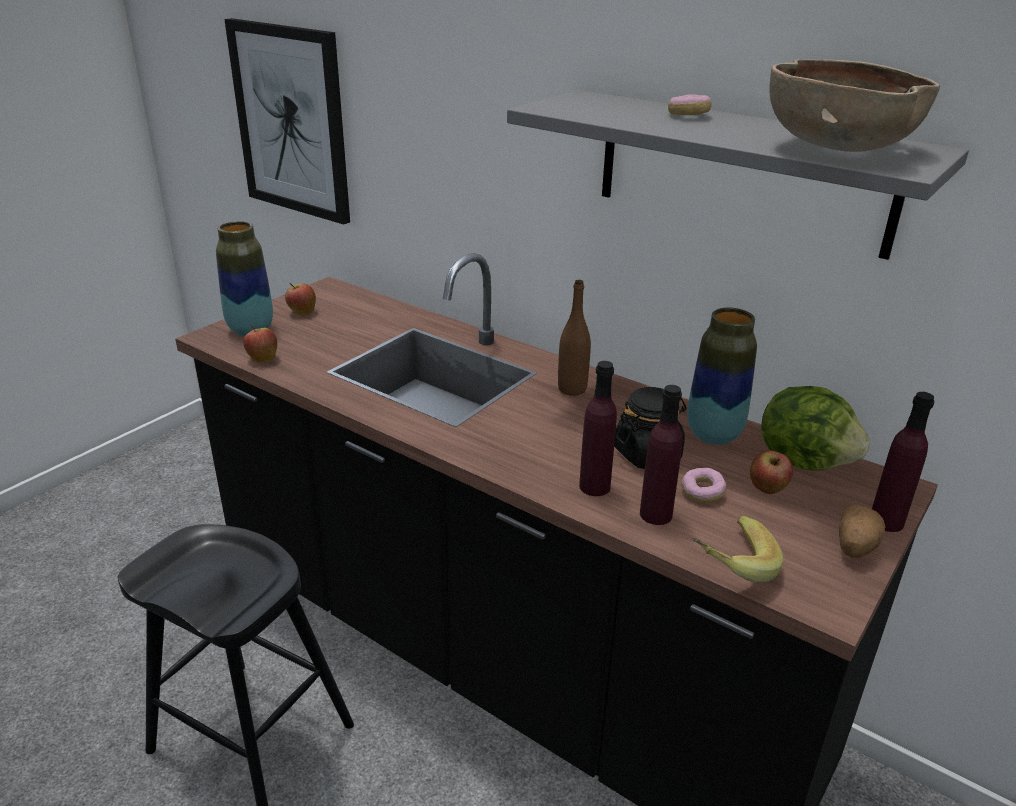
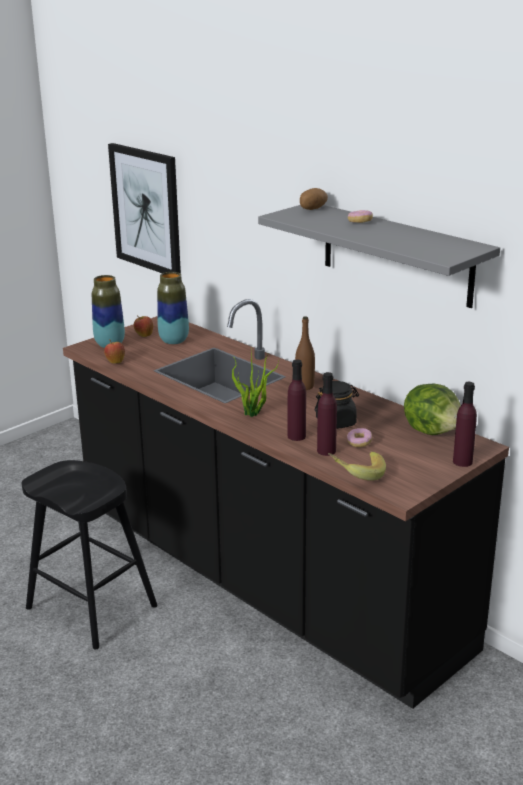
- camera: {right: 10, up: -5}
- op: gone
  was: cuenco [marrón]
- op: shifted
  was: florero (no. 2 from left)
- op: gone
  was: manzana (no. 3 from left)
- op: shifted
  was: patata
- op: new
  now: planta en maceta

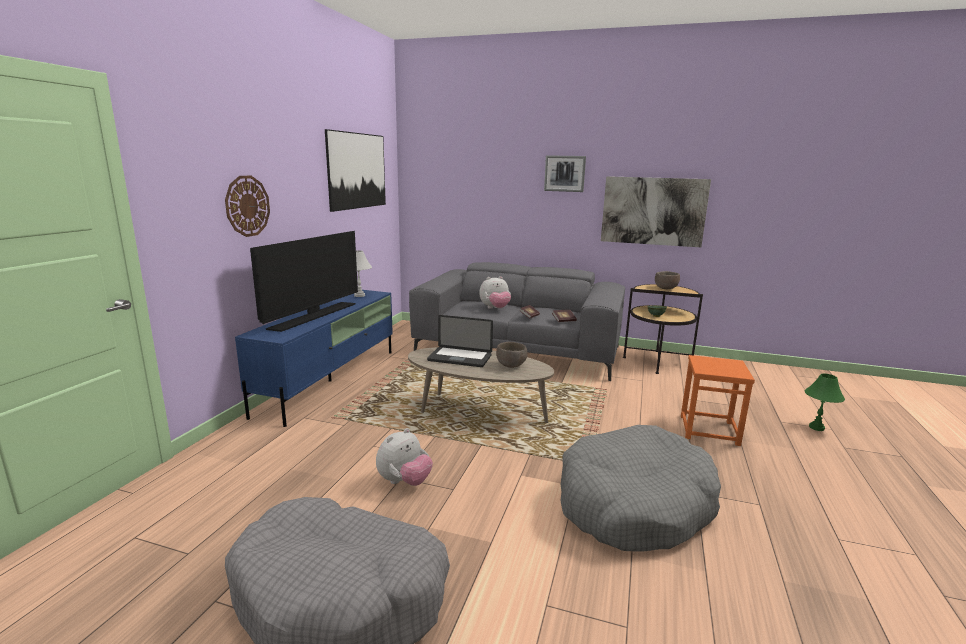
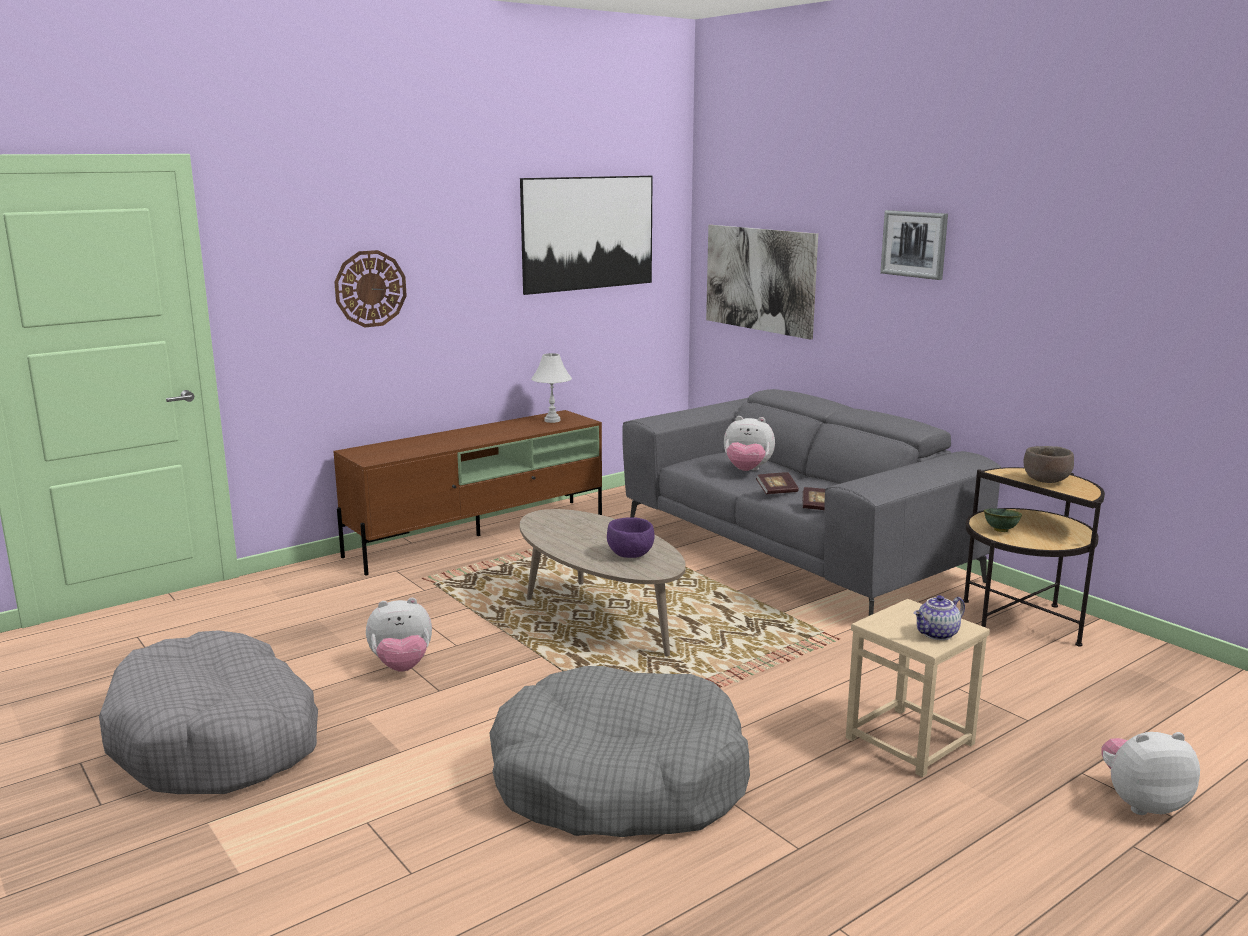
- camera: {right: 35, up: 0}
- op: shifted
  was: cuadro (no. 3 from left in the first image)
  now: cuadro (no. 2 from left)
- op: gone
  was: televisor
- op: repainted
  was: mueble de televisión [azul]
  now: mueble de televisión [marrón]
- op: gone
  was: portátil
- op: repainted
  was: cuenco [marrón] (no. 1 from left)
  now: cuenco [morado]
- op: repainted
  was: taburete [naranja]
  now: taburete [beis]
- op: swapped
  was: lámpara de mesa [verde]
  now: peluche (no. 3 from left)
- op: new
  now: tetera

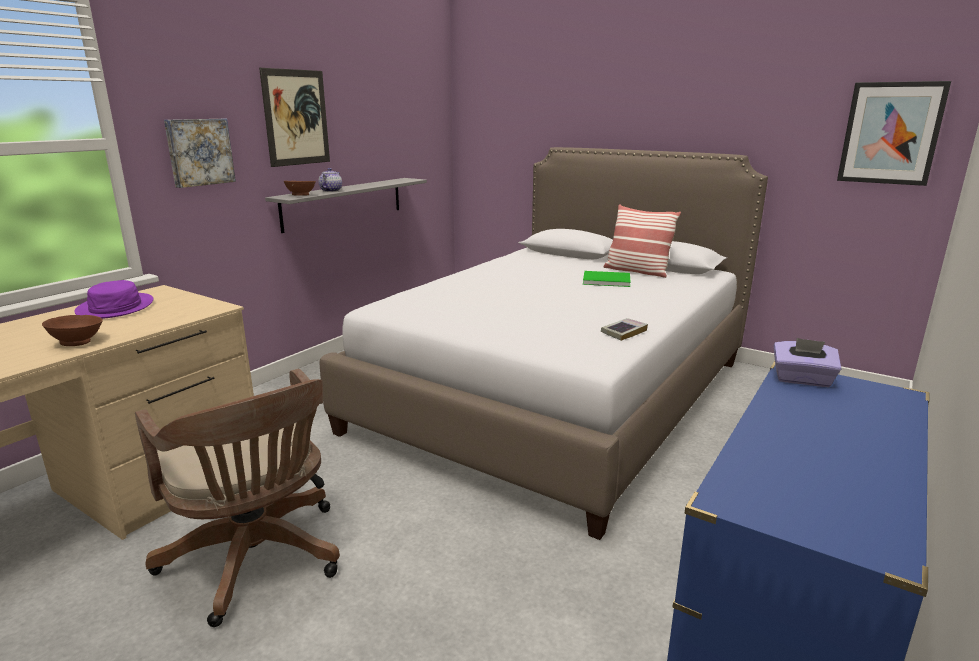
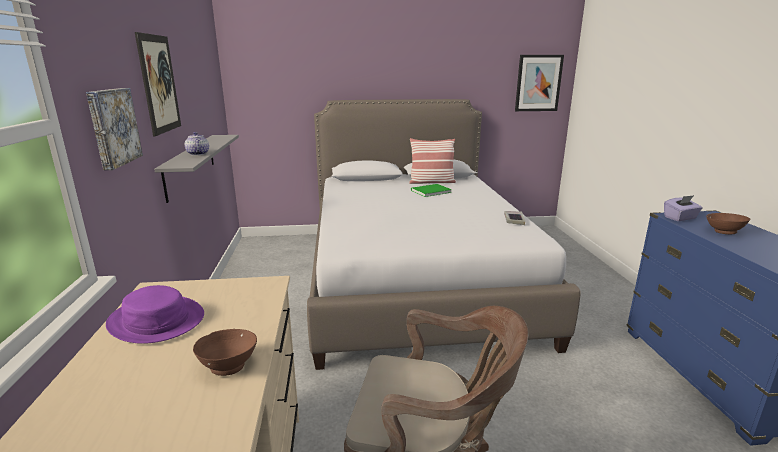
- camera: {right: -40, up: 0}
- op: shifted
  was: cuenco [marrón] (no. 2 from left)

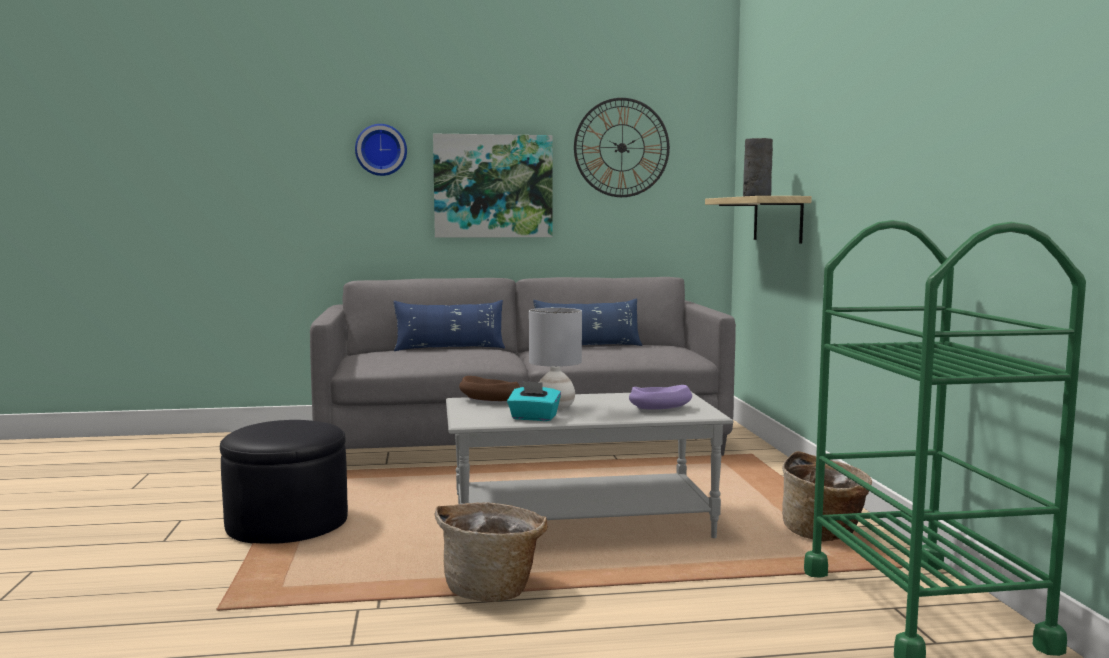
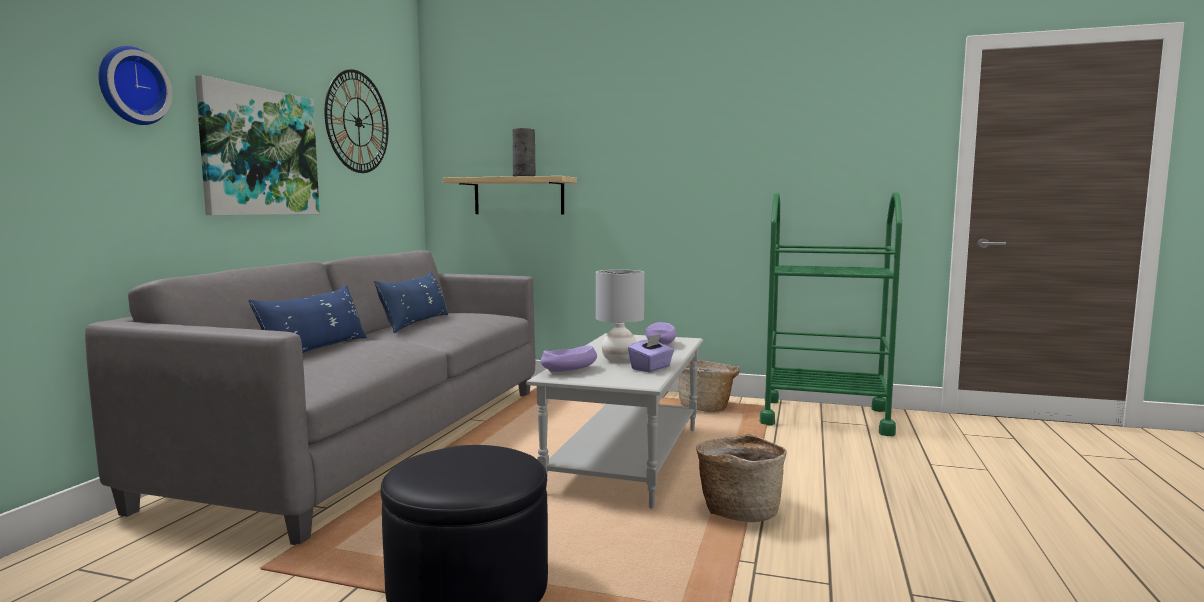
- camera: {right: -65, up: 0}
- op: repainted
  was: cuenco [marrón]
  now: cuenco [morado] (no. 1 from left)
- op: repainted
  was: caja de pañuelos [turquesa]
  now: caja de pañuelos [morado]

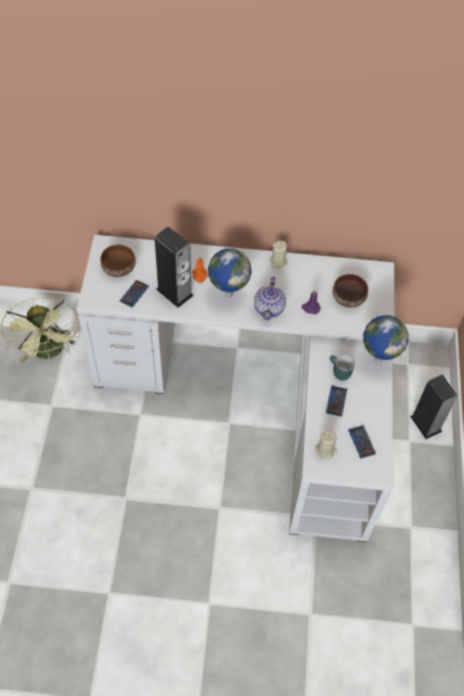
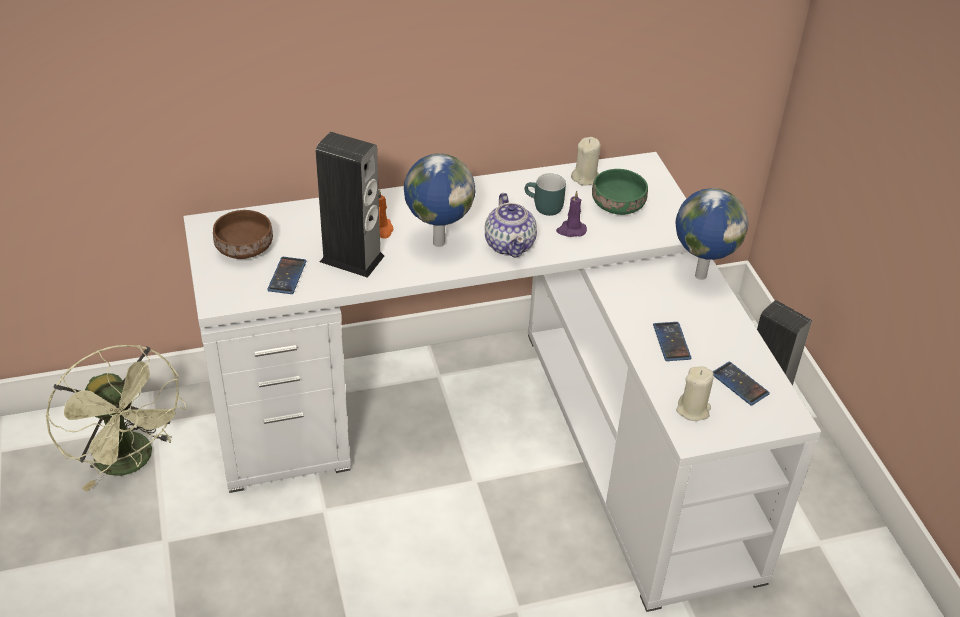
- camera: {right: -20, up: -15}
- op: shifted
  was: vela [beis] (no. 1 from left)
- op: repainted
  was: cuenco [marrón] (no. 2 from left)
  now: cuenco [verde]
- op: shifted
  was: taza grande [turquesa]

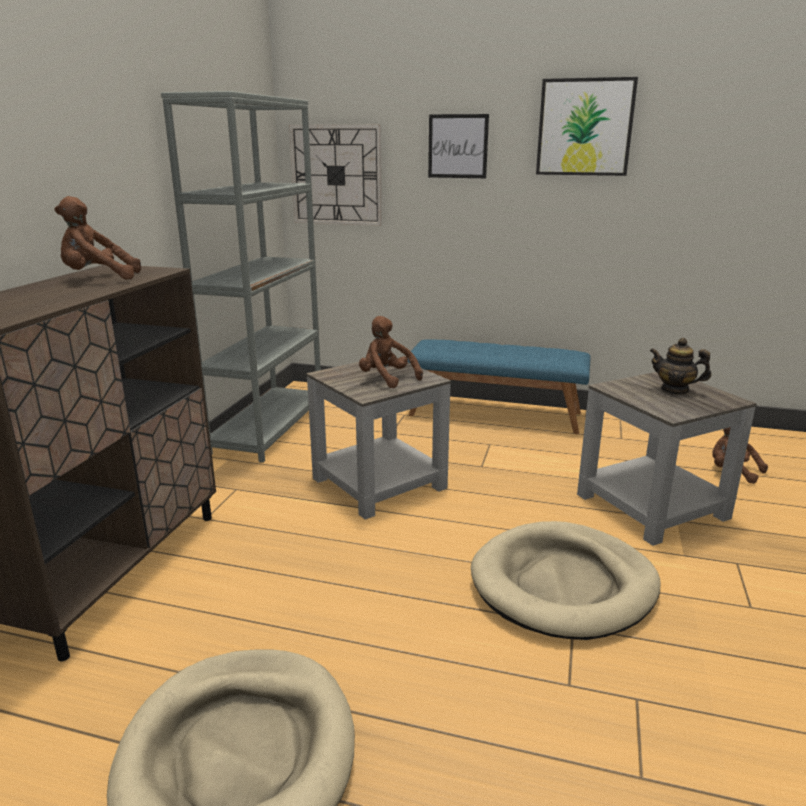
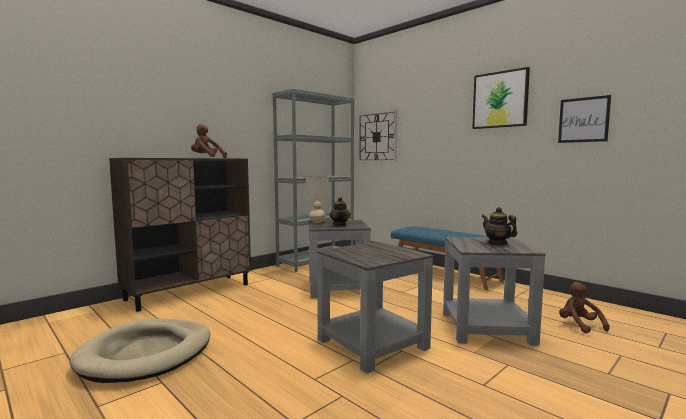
- camera: {right: 30, up: -15}
- op: shifted
  was: cuadro (no. 1 from left in the first image)
  now: cuadro (no. 2 from left)
- op: swapped
  was: peluche [marrón] (no. 2 from left)
  now: tetera (no. 1 from left)
- op: swapped
  was: cama para perro [beis] (no. 2 from left)
  now: mesa auxiliar [gris] (no. 2 from left)
- op: new
  now: lámpara de mesa [beis]

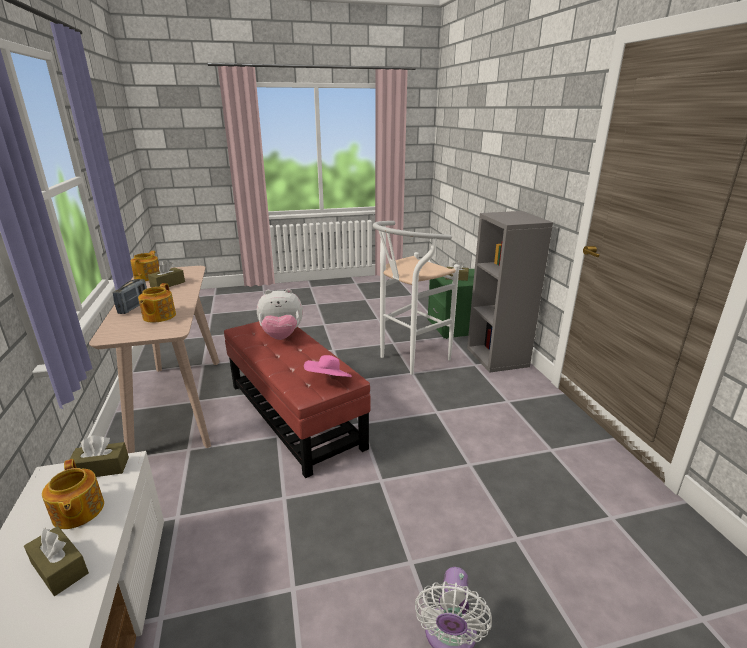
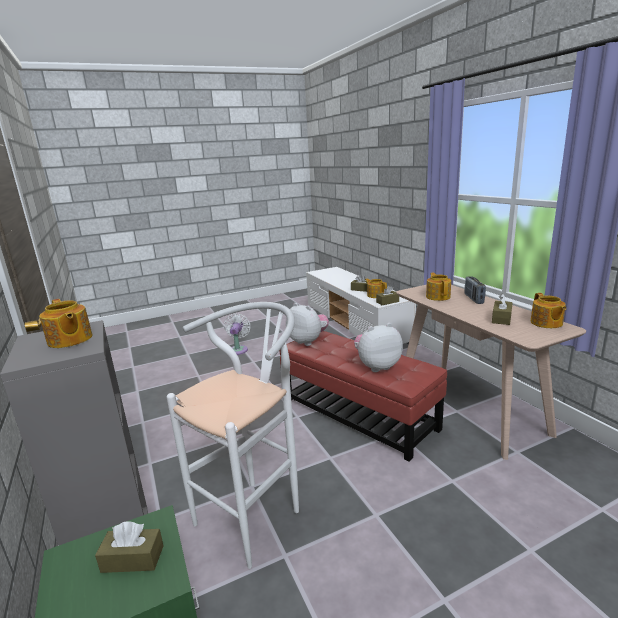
- camera: {right: 170, up: -5}
- op: swapped
  was: sombrero [rosa]
  now: peluche (no. 1 from left)
- op: new
  now: tetera (no. 1 from left)

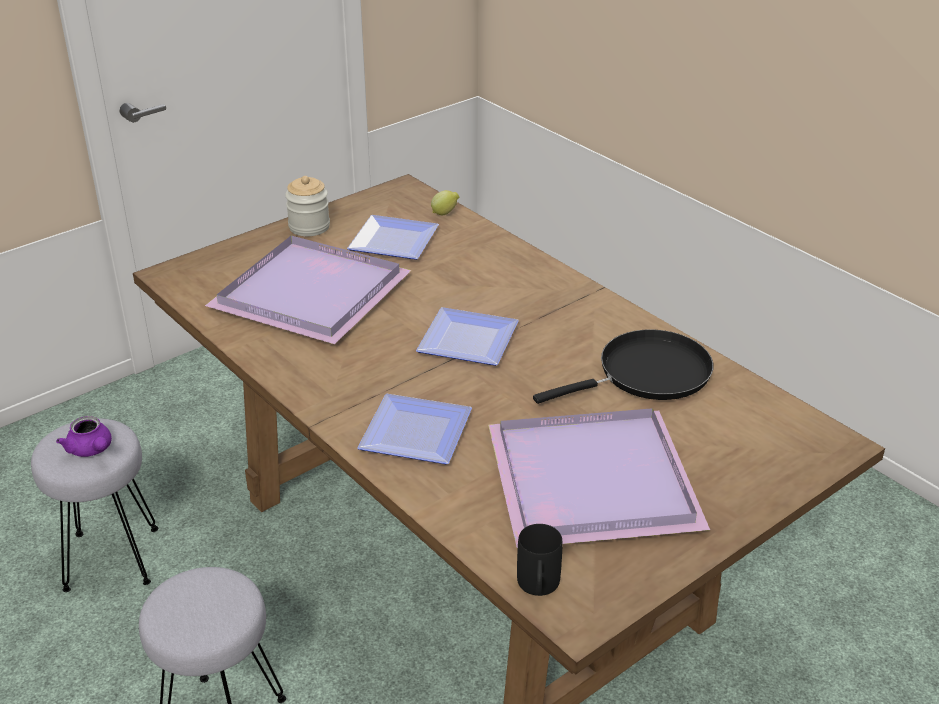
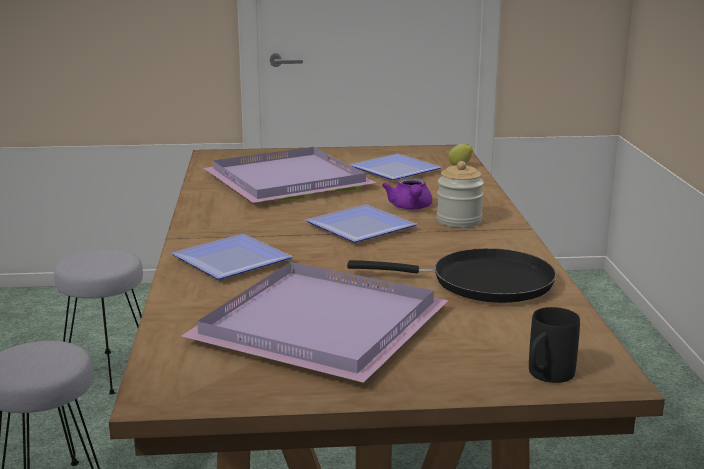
- camera: {right: 35, up: -15}
- op: shifted
  was: tarro
- op: shifted
  was: tetera [morado]
- op: shifted
  was: taza grande [negro]

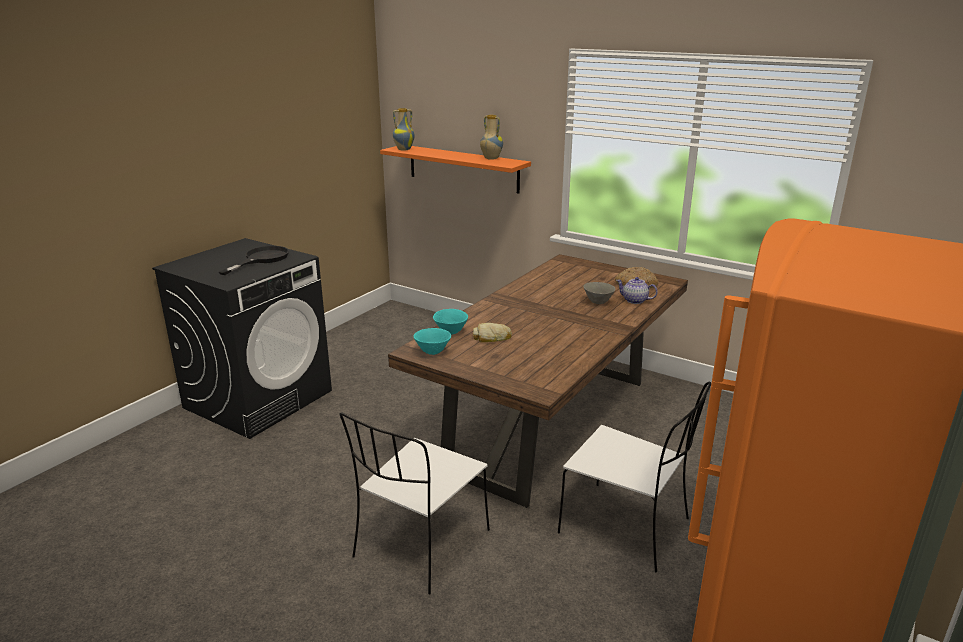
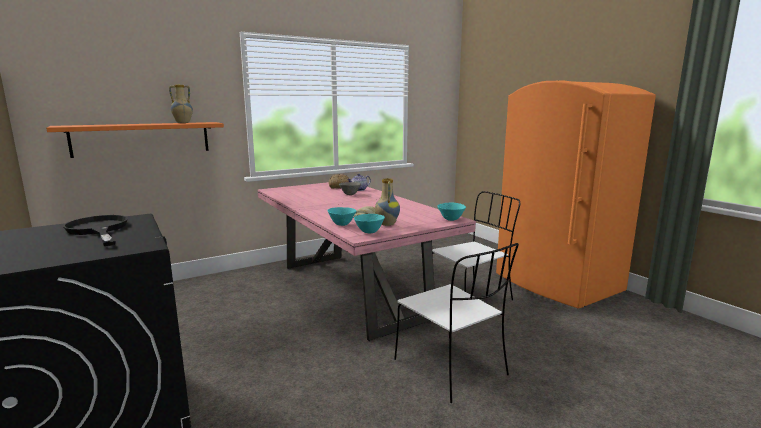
- camera: {right: -65, up: -10}
- op: shifted
  was: florero (no. 1 from left in the first image)
  now: florero (no. 2 from left)
- op: repainted
  was: mesa de comedor [marrón]
  now: mesa de comedor [rosa]
- op: new
  now: cuenco [turquesa] (no. 3 from left)

